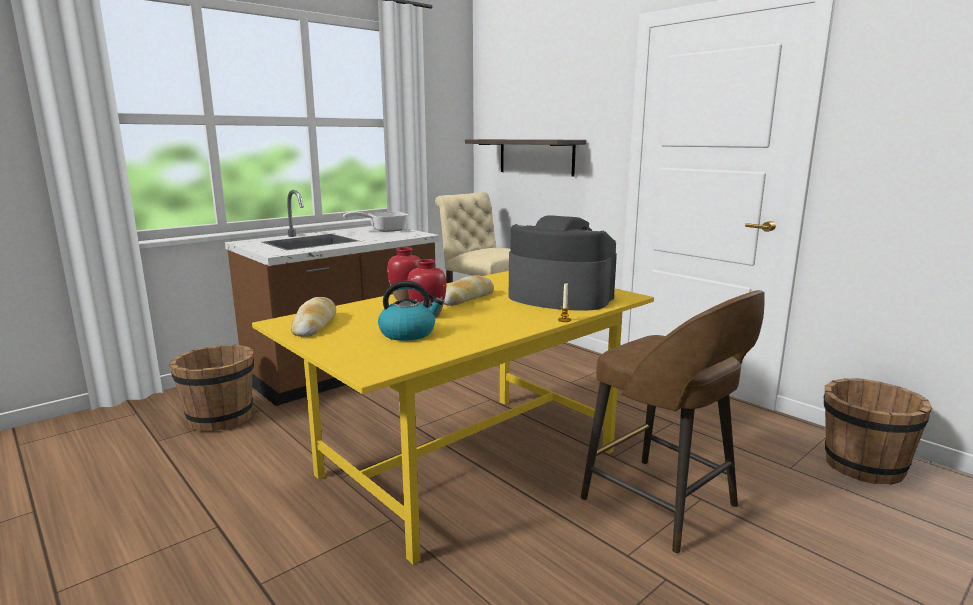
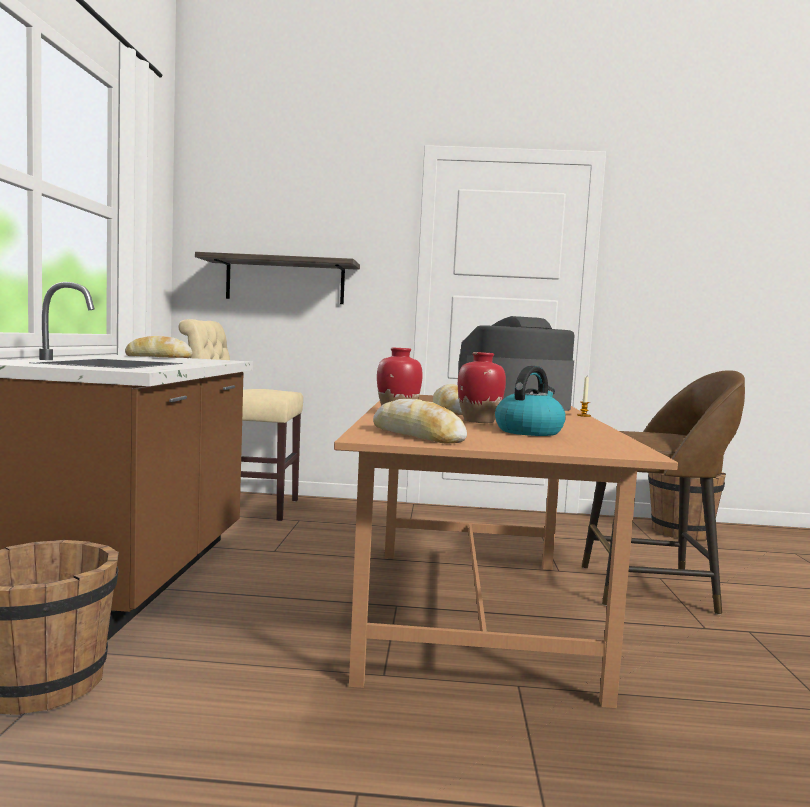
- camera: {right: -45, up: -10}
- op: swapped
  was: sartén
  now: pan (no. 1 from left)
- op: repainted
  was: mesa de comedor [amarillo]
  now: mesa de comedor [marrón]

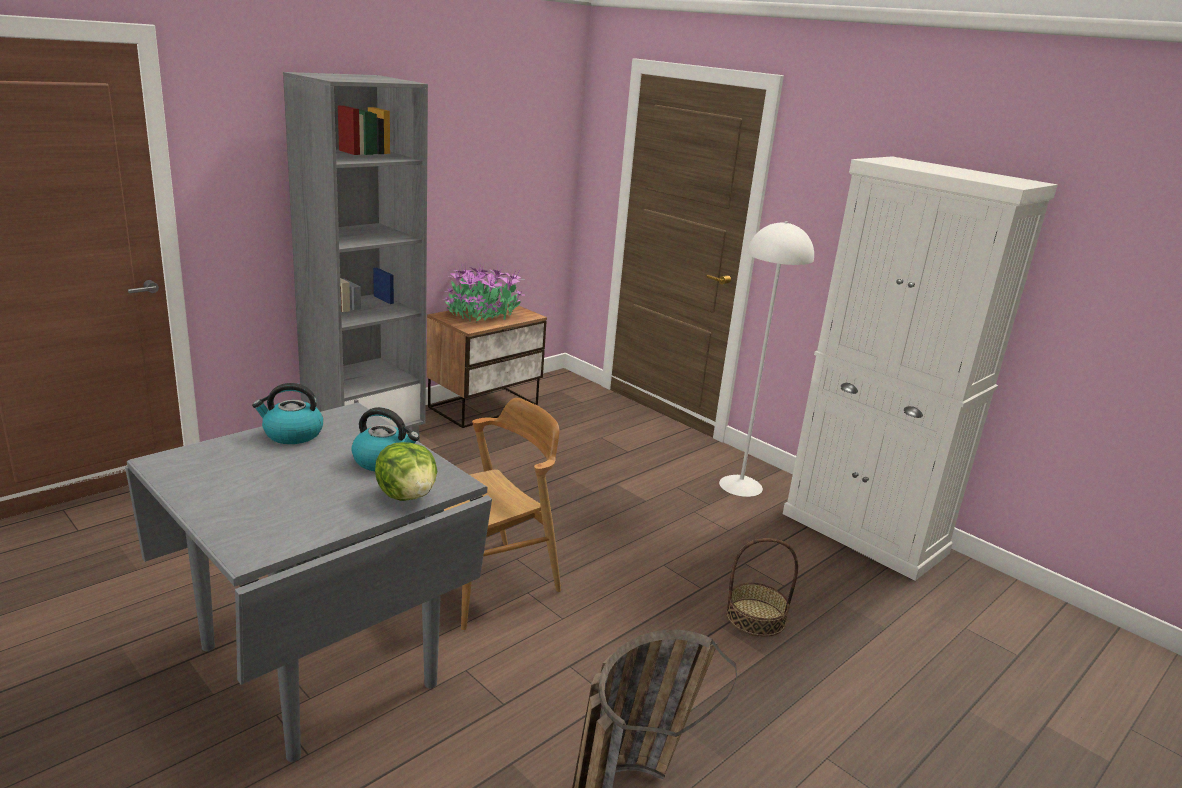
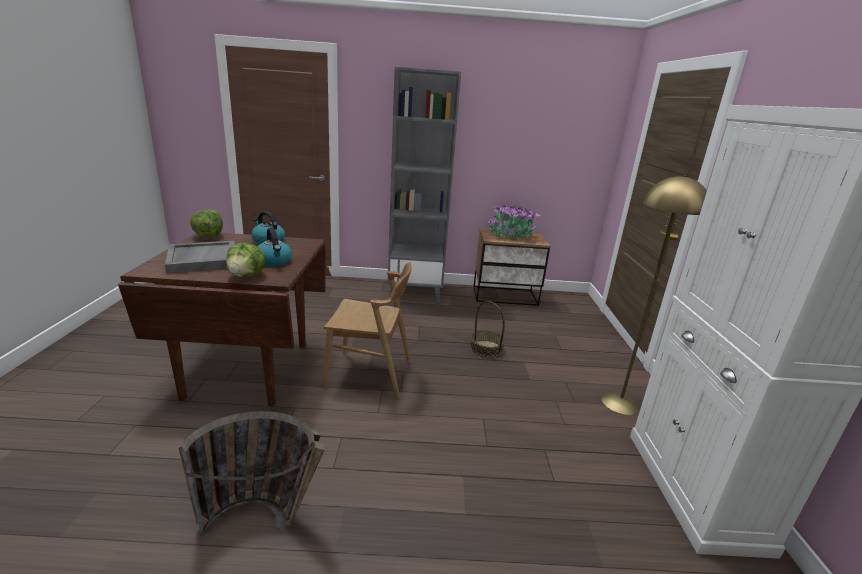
- camera: {right: 45, up: 0}
- op: repainted
  was: lámpara de pie [blanco]
  now: lámpara de pie [amarillo]
- op: repainted
  was: mesa de comedor [gris]
  now: mesa de comedor [marrón]
- op: shifted
  was: cesta (no. 2 from left)
- op: new
  now: lechuga (no. 1 from left)
- op: new
  now: bandeja [gris]

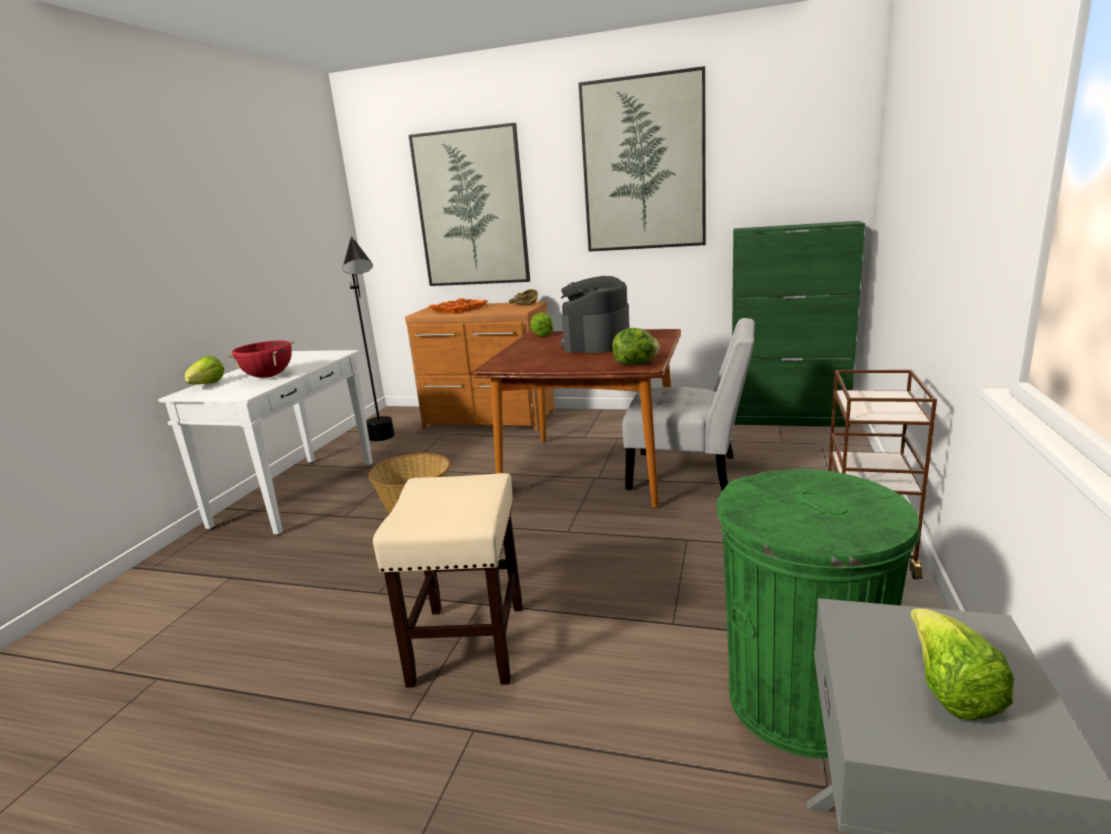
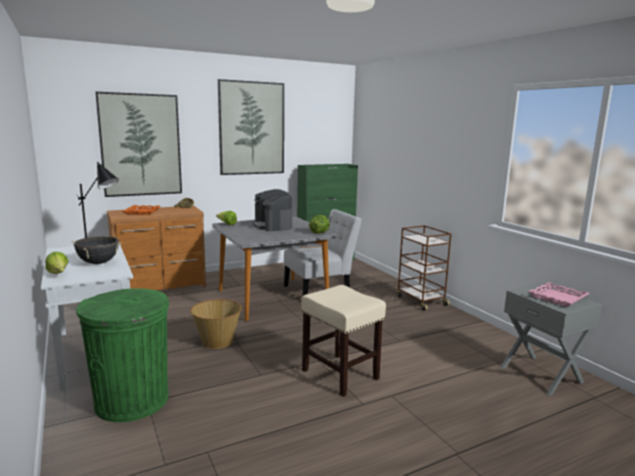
- camera: {right: -45, up: -5}
- op: repainted
  was: mesa de comedor [marrón]
  now: mesa de comedor [gris]
- op: repainted
  was: olla [rojo]
  now: olla [negro]
- op: shifted
  was: papelera [verde]
- op: swapped
  was: lechuga (no. 4 from left)
  now: bandeja [rosa]

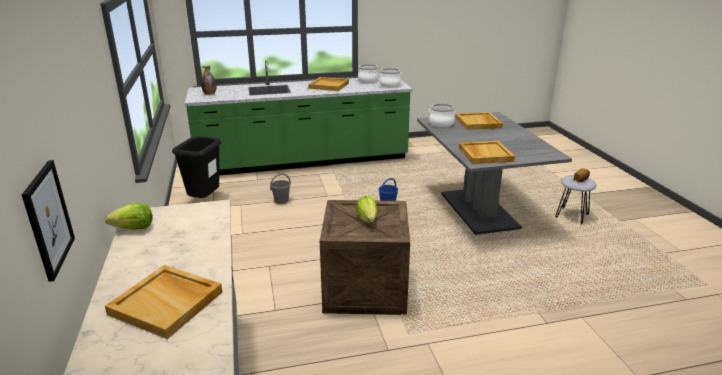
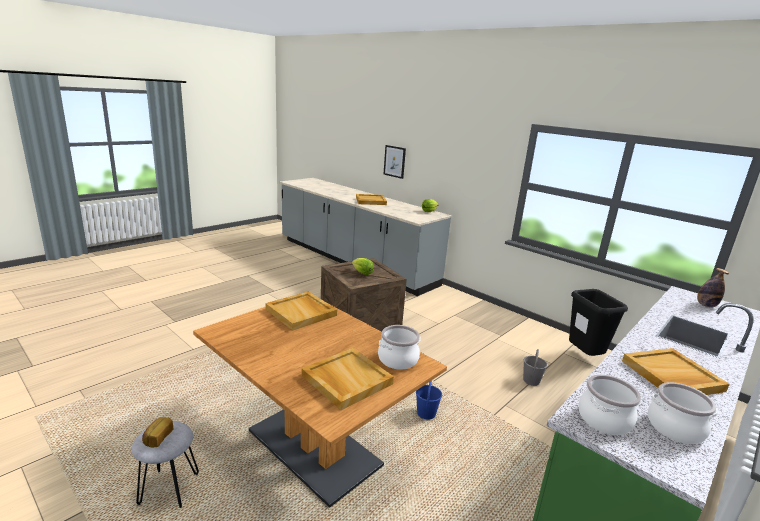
- camera: {right: 145, up: -5}
- op: repainted
  was: mesa de comedor [gris]
  now: mesa de comedor [marrón]

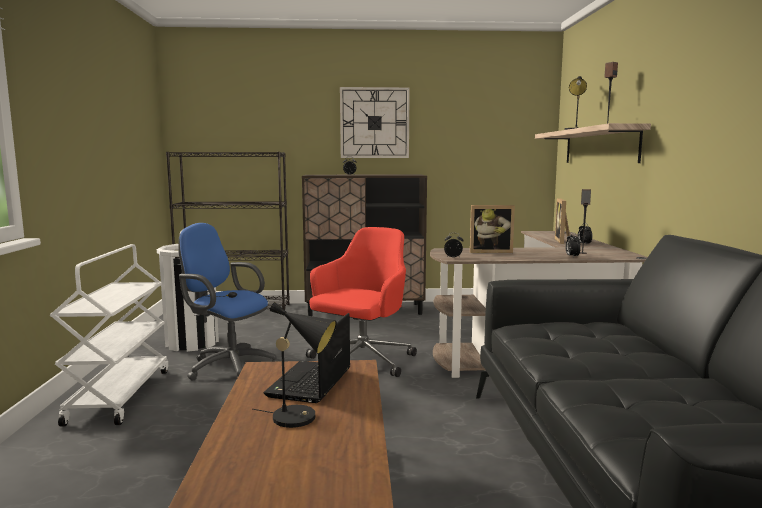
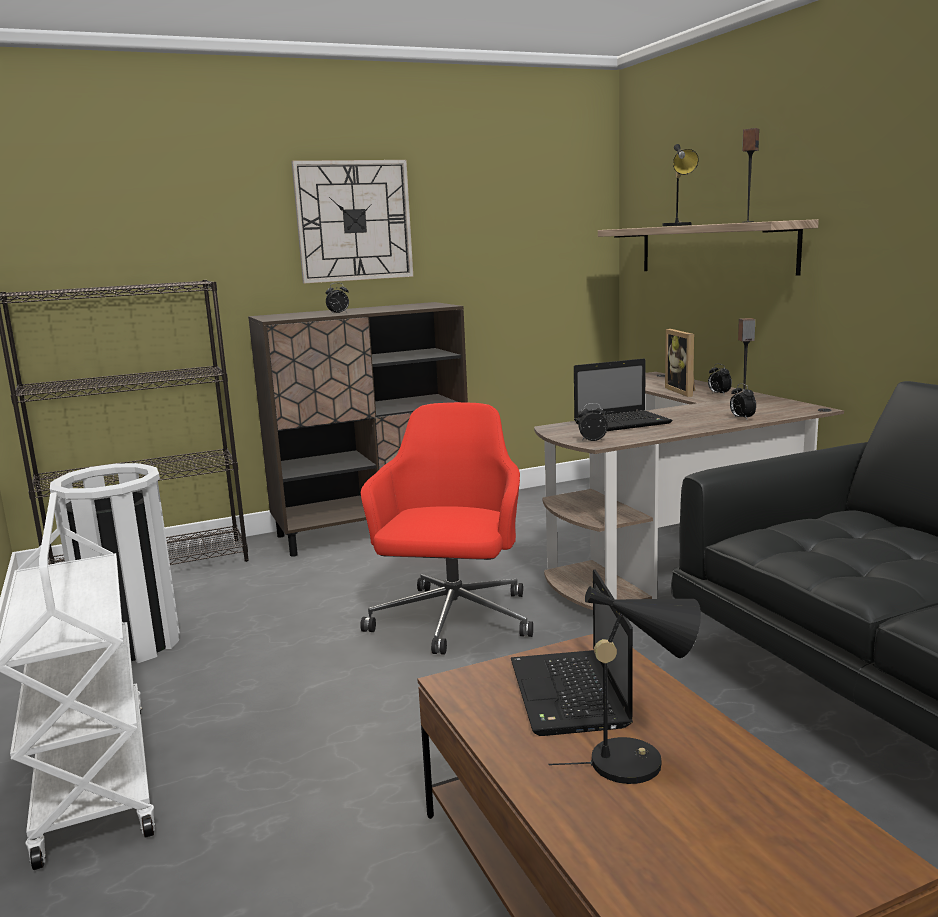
- camera: {right: -20, up: 5}
- op: swapped
  was: portarretratos (no. 1 from left)
  now: portátil (no. 2 from left)
- op: gone
  was: silla de oficina [azul]

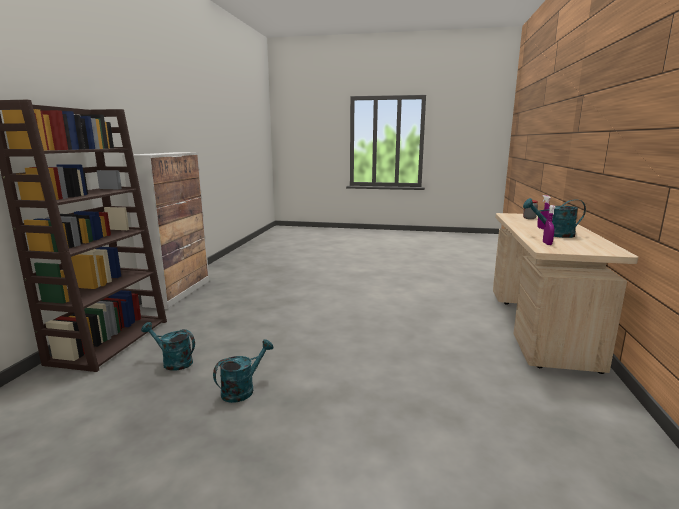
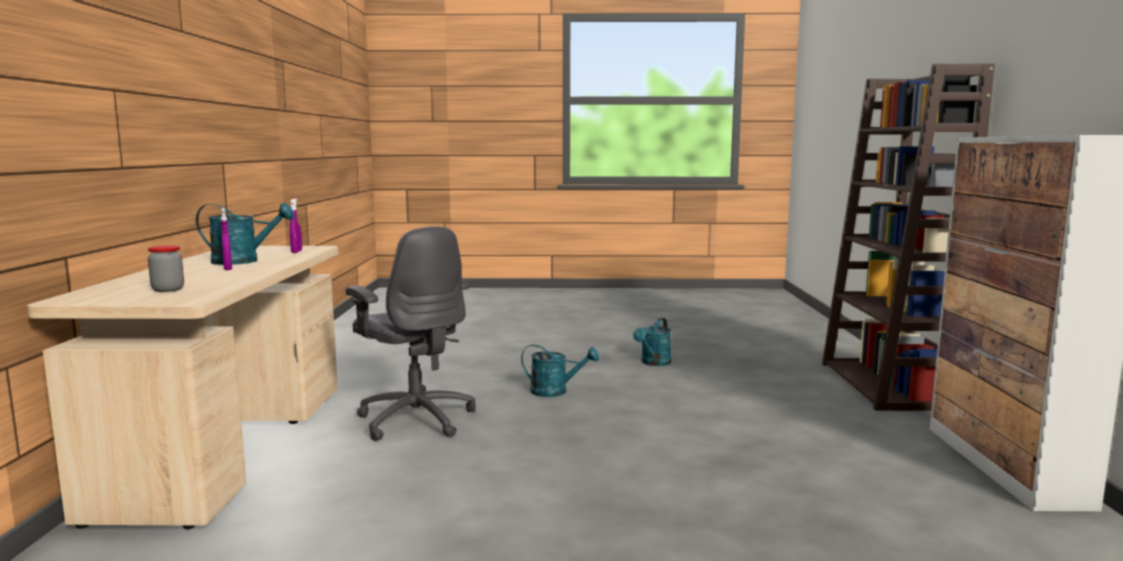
- camera: {right: 170, up: -5}
- op: shifted
  was: regadera [turquesa] (no. 1 from left in the first image)
  now: regadera [turquesa] (no. 2 from left)
- op: new
  now: silla de oficina [gris]

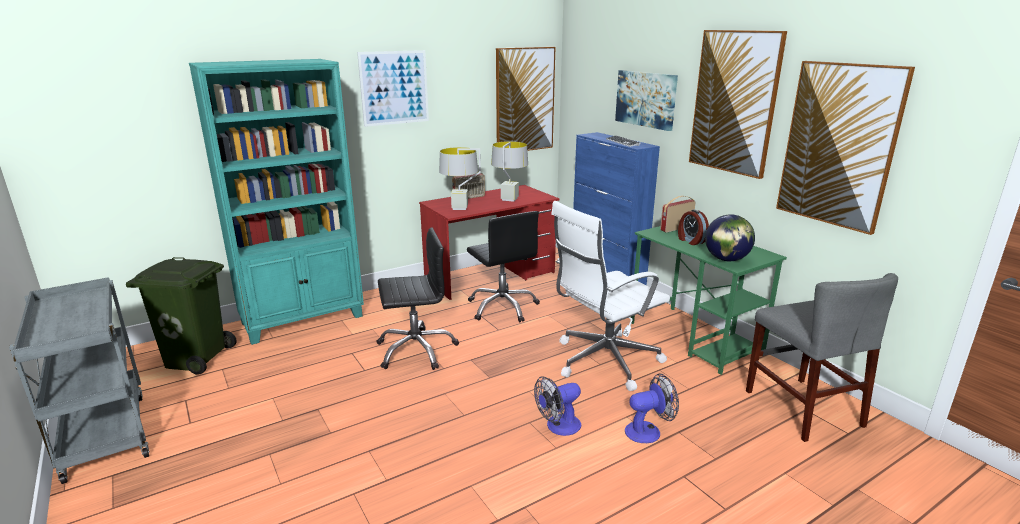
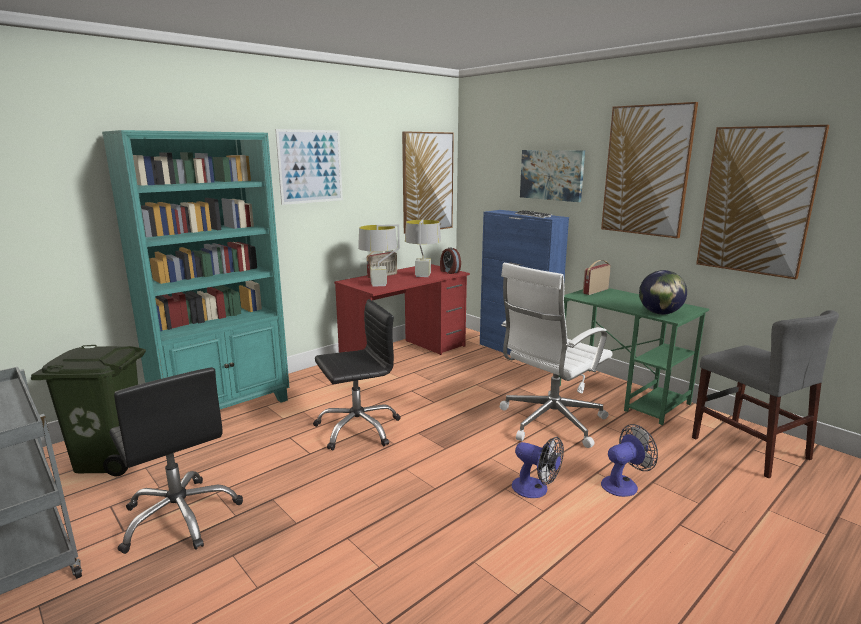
- camera: {right: -10, up: -5}
- op: shifted
  was: despertador
- op: shifted
  was: silla de oficina [negro] (no. 2 from left in the first image)
  now: silla de oficina [negro] (no. 1 from left)
- op: rotated
  was: ventilador (no. 1 from left)
  clockwise: -105

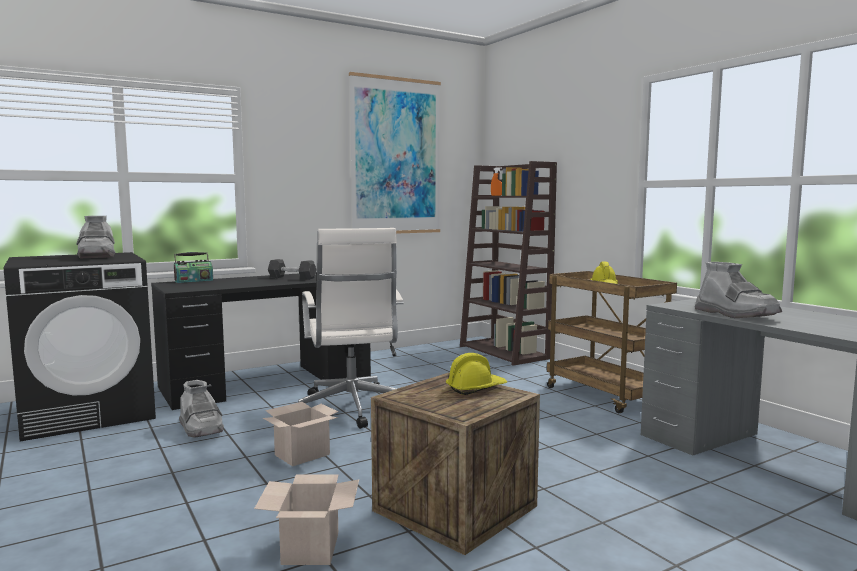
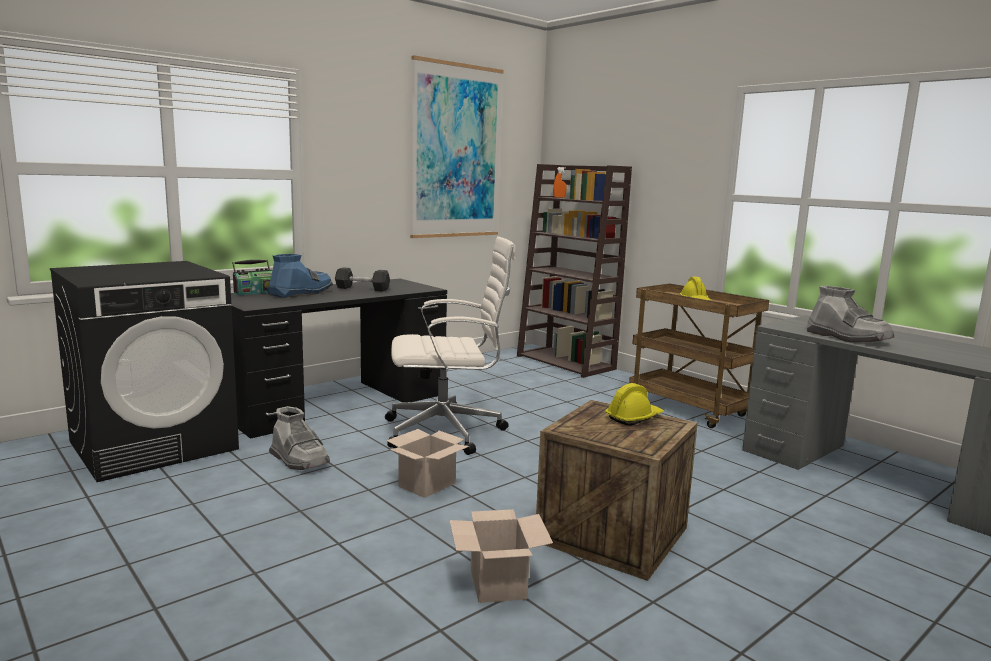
- camera: {right: -10, up: 5}
- op: gone
  was: bota [gris] (no. 1 from left)
- op: rotated
  was: silla de oficina [blanco]
  clockwise: -75
- op: new
  now: bota [azul]

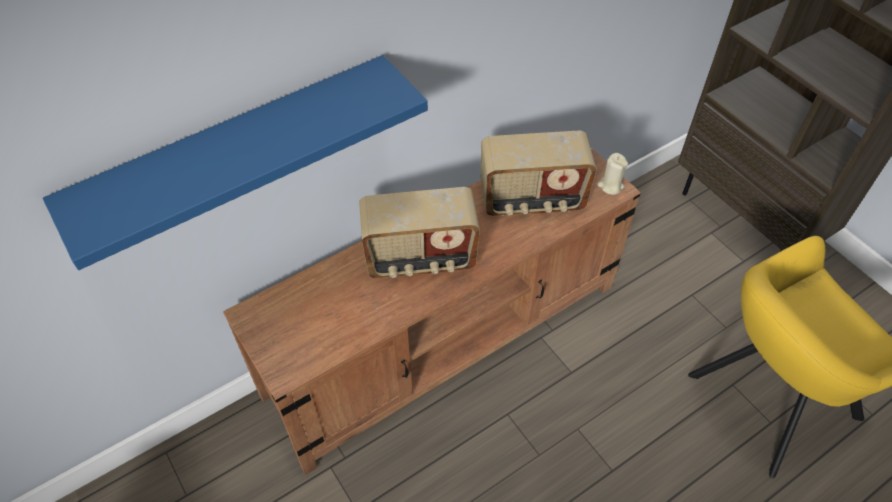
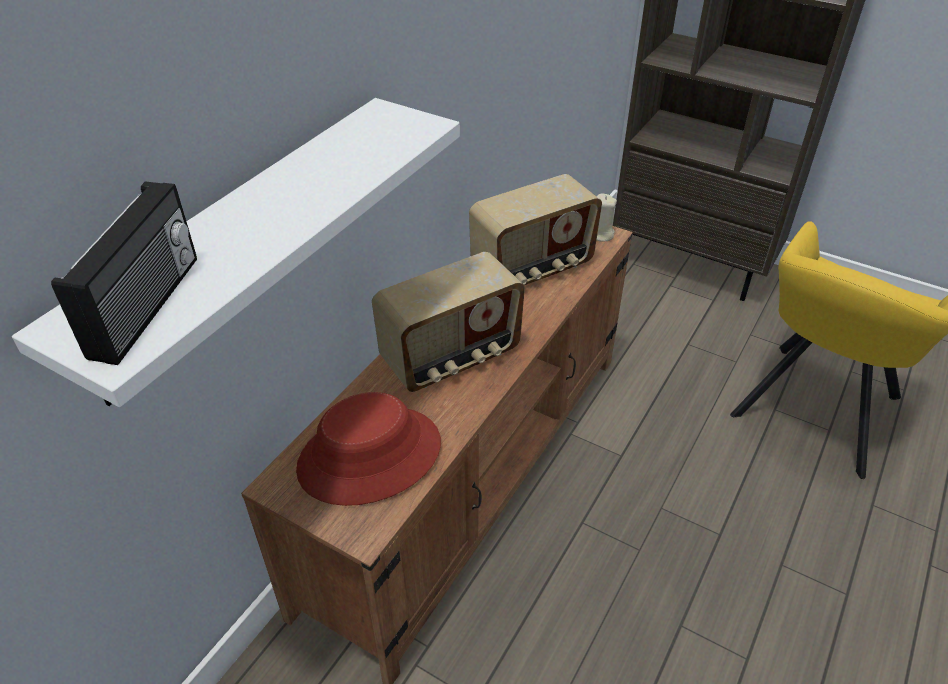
- camera: {right: -25, up: -10}
- op: repainted
  was: estante [azul]
  now: estante [blanco]
- op: new
  now: radio (no. 1 from left)
- op: new
  now: sombrero [rojo]

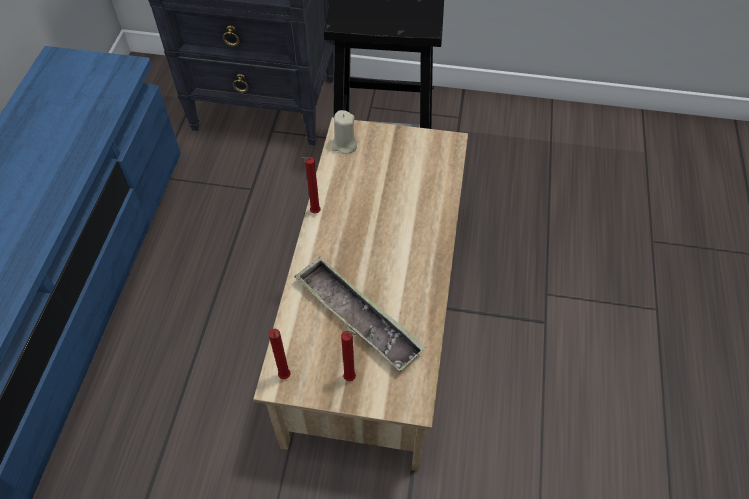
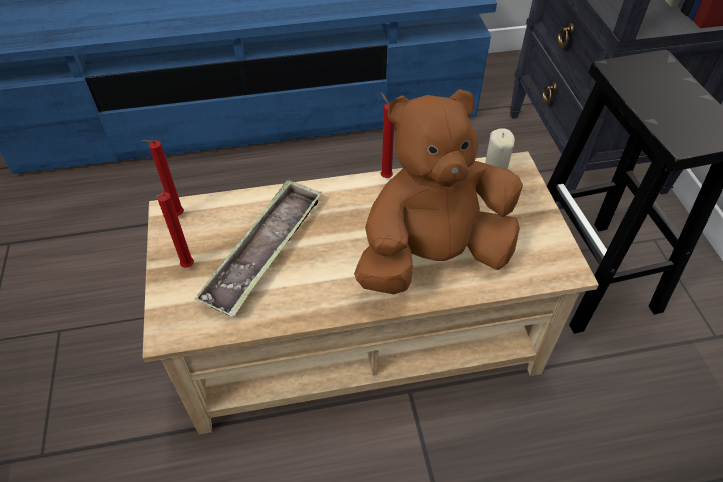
- camera: {right: 70, up: -5}
- op: new
  now: peluche [marrón]

